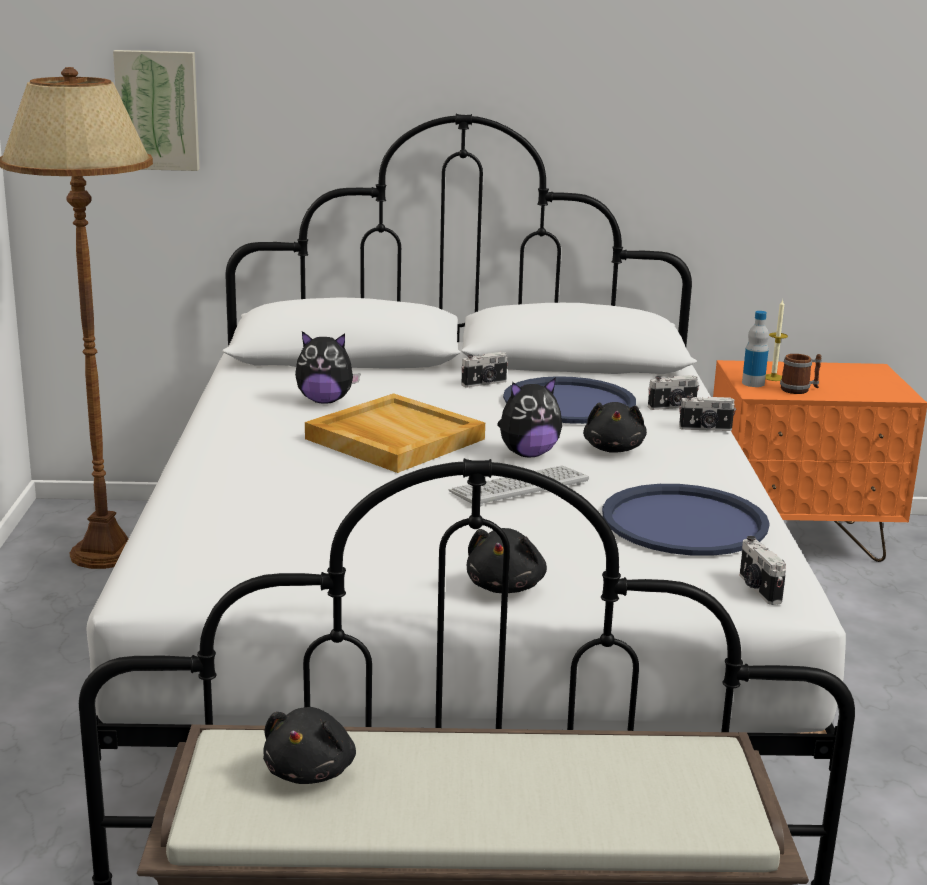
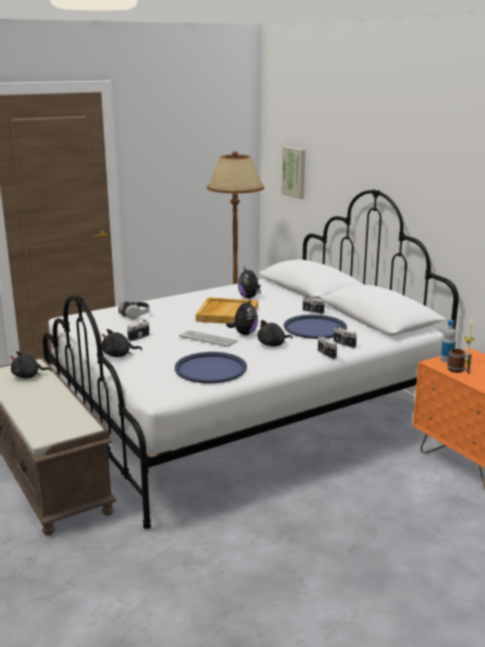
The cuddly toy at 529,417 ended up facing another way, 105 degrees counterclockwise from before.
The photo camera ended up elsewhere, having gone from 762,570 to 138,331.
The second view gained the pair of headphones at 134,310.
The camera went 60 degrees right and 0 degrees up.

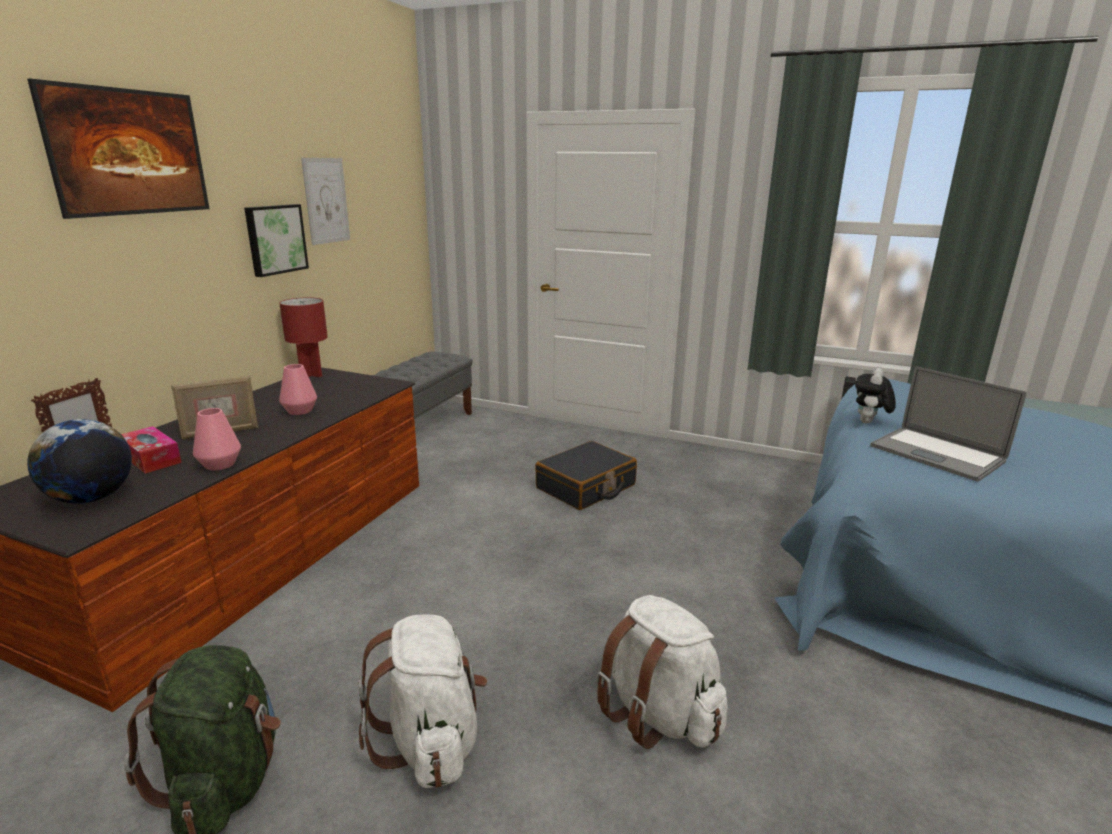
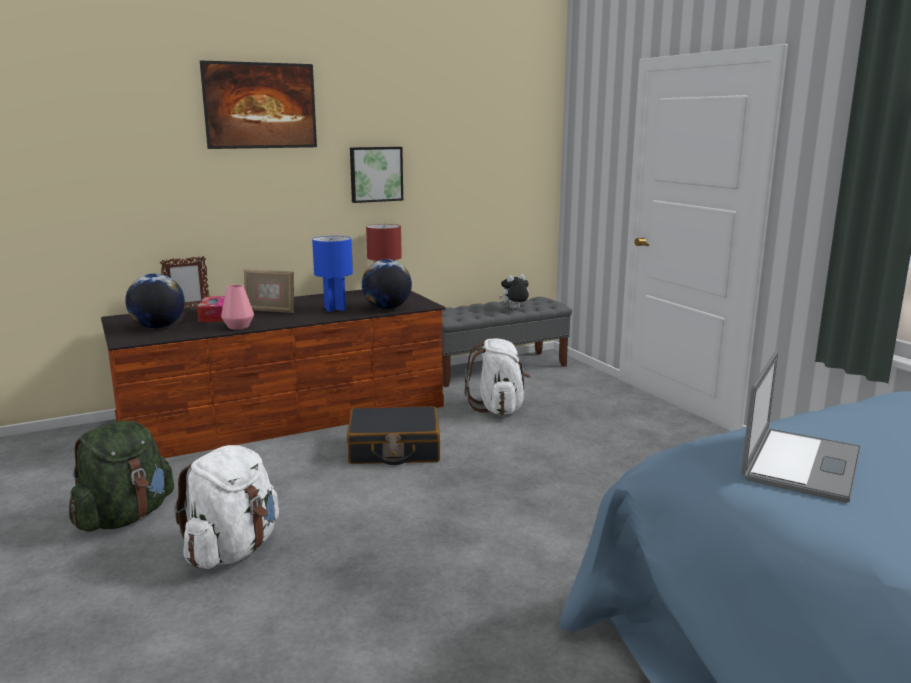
The second view lost the wall picture at 325,201.
Where the pink-coloured vase stood at 298,389, the blue-coloured lamp for a table came to stand at 332,274.
The laptop at 948,424 ended up facing another way, 150 degrees counterclockwise from before.
The cuddly toy ended up elsewhere, having gone from 875,395 to 514,291.
The black-coloured piece of luggage ended up elsewhere, having gone from 586,475 to 393,435.
The whitish backpack ended up elsewhere, having gone from 661,672 to 498,376.
The second view gained the globe at 387,284.
The camera went 40 degrees right and 5 degrees down.

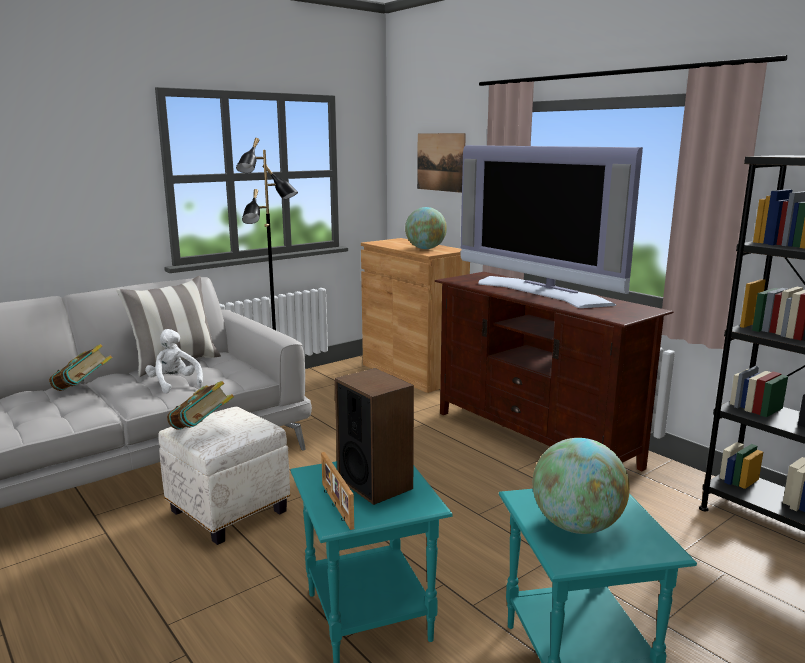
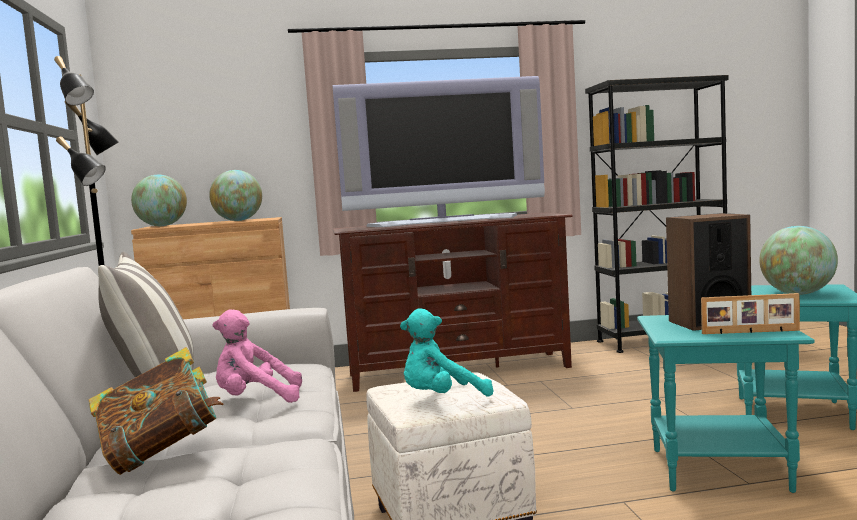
The second view lost the wall picture at 441,163.
What was the whitish cuddly toy at 174,361 turned into the pink-coloured cuddly toy at 257,356.
Where the bound book stood at 200,405, the turquoise cuddly toy came to stand at 446,352.
The second view gained the globe at 159,200.
The camera went 60 degrees left and 10 degrees down.

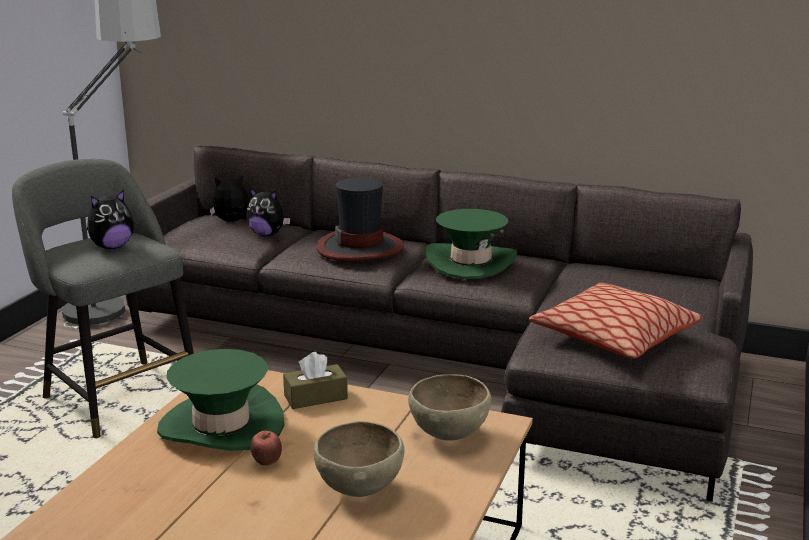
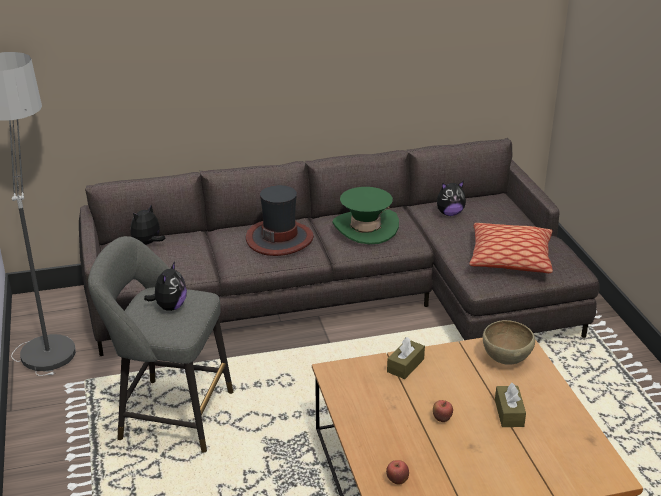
The cuddly toy ended up elsewhere, having gone from 268,212 to 451,198.
The second view lost the greenish hat at 221,400.
Where the brown-coloured deep dish stood at 359,459, the brown-coloured box of tissues came to stand at 510,405.
The second view gained the apple at 397,472.
The camera went 35 degrees left and 10 degrees up.

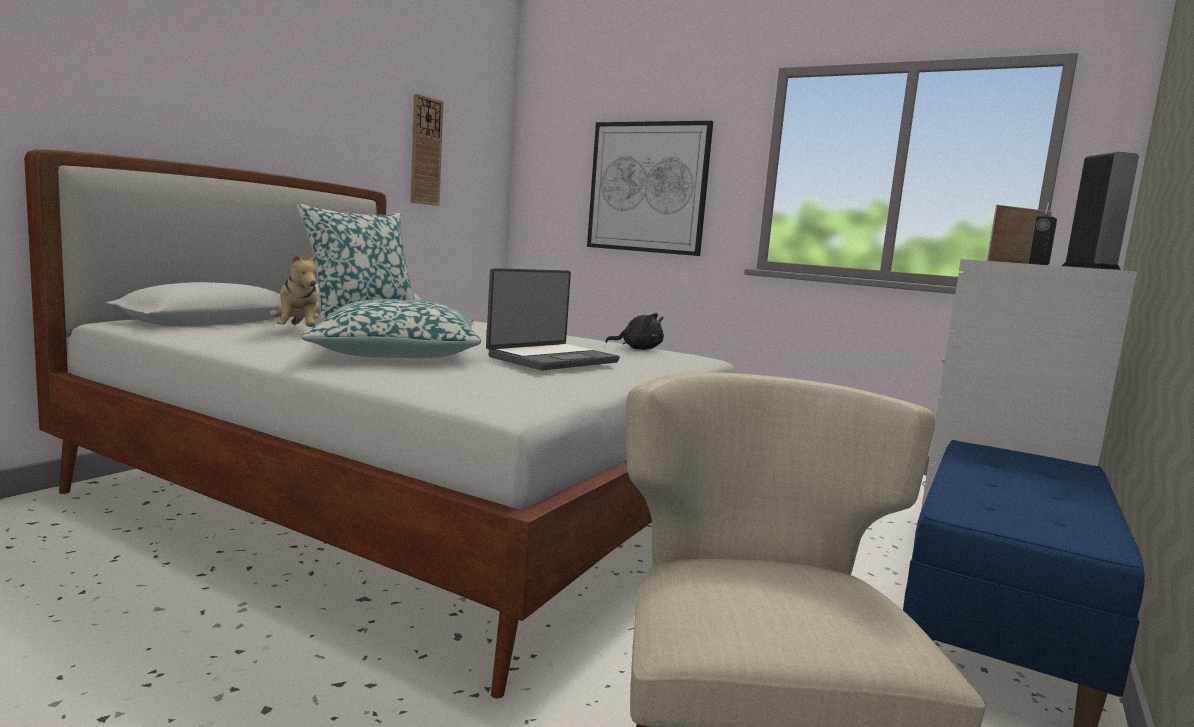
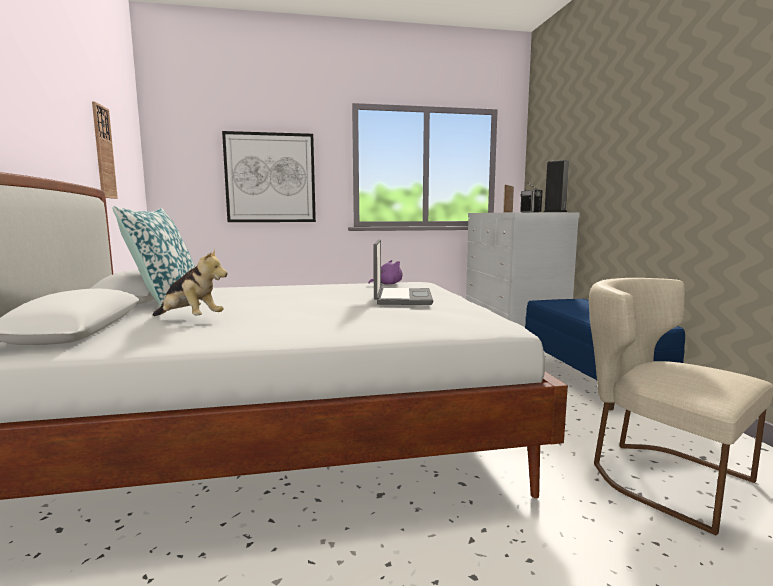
The second view lost the pillow at 391,328.
What was the black-coloured cuddly toy at 634,331 turned into the purple-coloured cuddly toy at 385,272.
The camera went 40 degrees left and 0 degrees up.

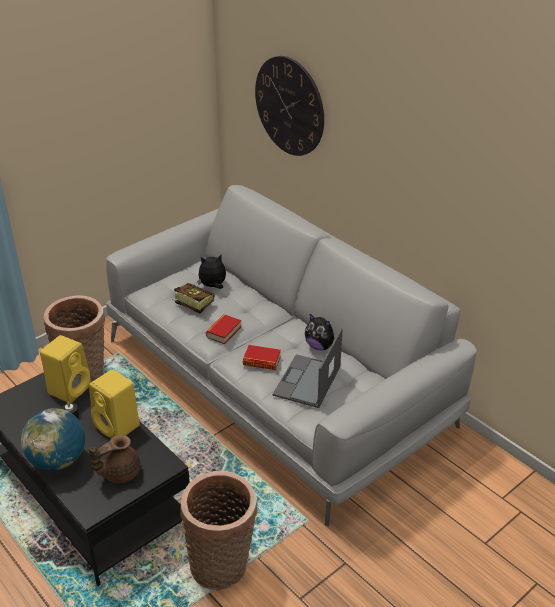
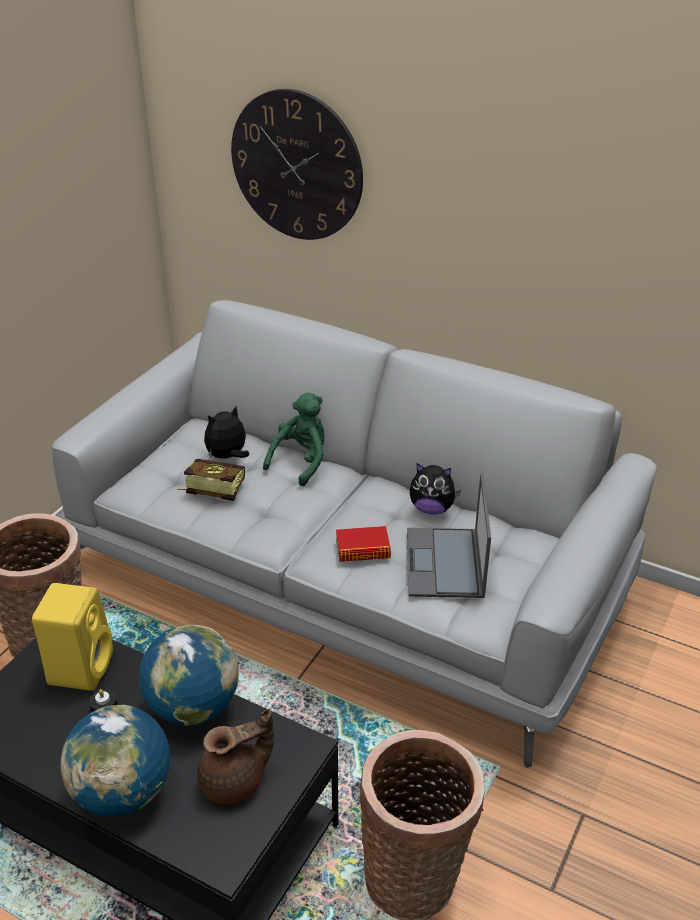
The second view lost the bound book at 223,329.
Where the yellow audio speaker stood at 114,404, the globe came to stand at 189,675.
The brown-coloured tea pot at 114,459 ended up facing another way, 150 degrees counterclockwise from before.
The second view gained the greenish cuddly toy at 293,439.
The camera went 20 degrees left and 0 degrees up.

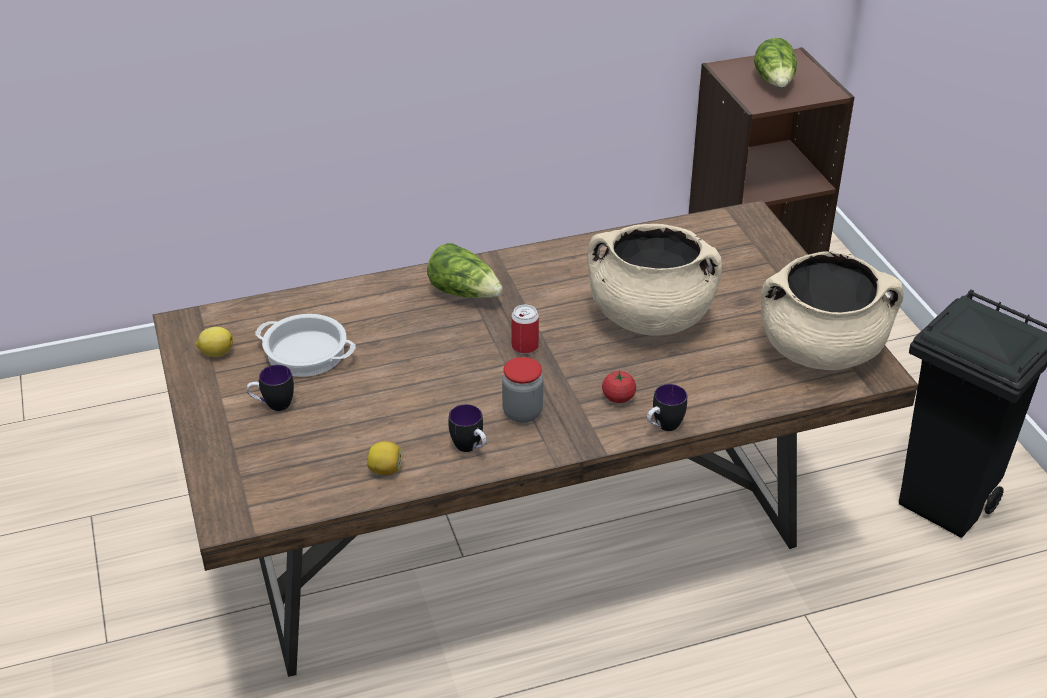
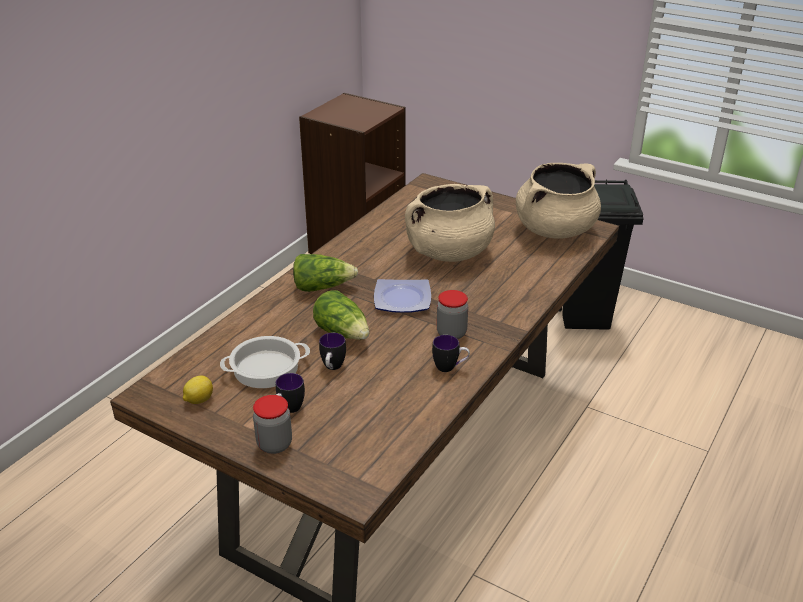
The lettuce ended up elsewhere, having gone from 775,63 to 341,315.
Where the metal can stood at 525,329, the dinner plate came to stand at 402,296.
The second view lost the whole tomato at 619,386.
The mug ended up elsewhere, having gone from 667,407 to 332,351.
The second view lost the lemon at 384,458.
The second view gained the storage jar at 272,424.
The camera went 40 degrees left and 5 degrees down.

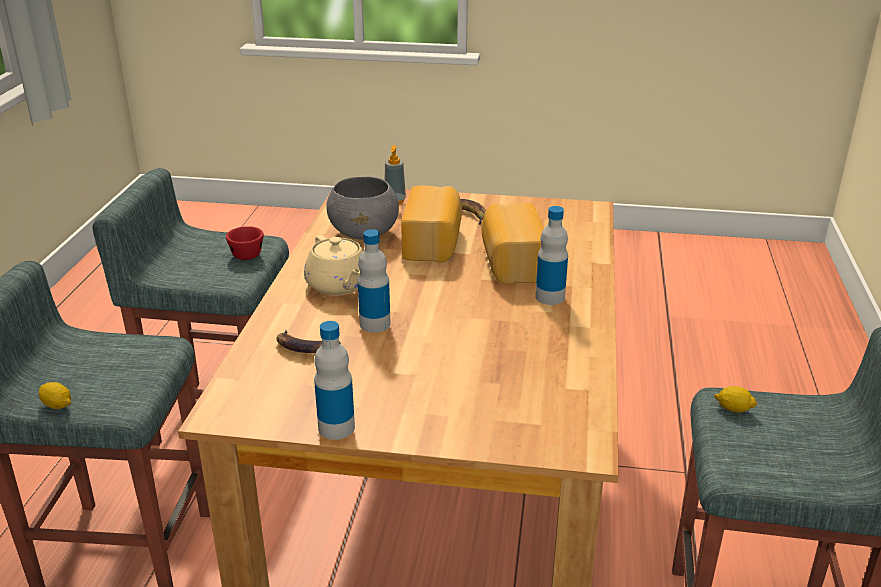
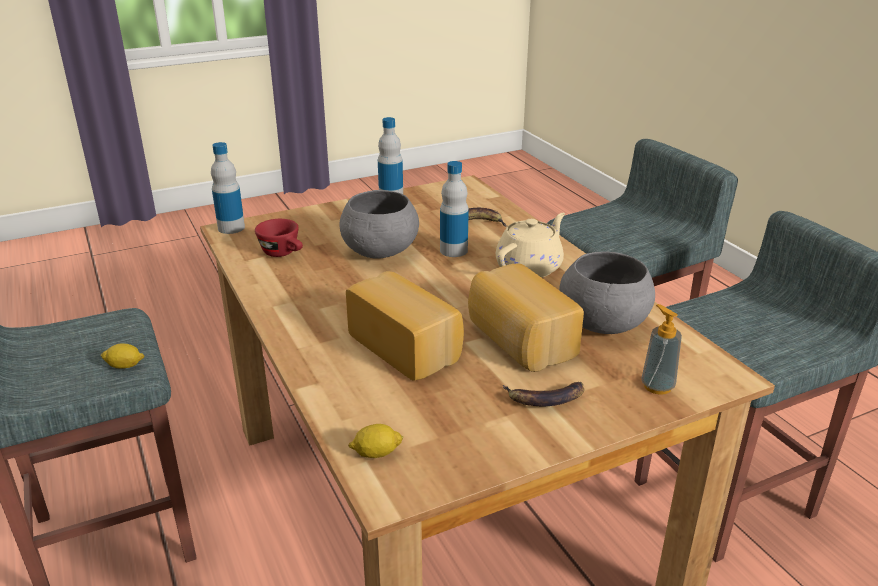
The beverage bottle ended up elsewhere, having gone from 551,255 to 228,188.
The reddish cup ended up elsewhere, having gone from 245,243 to 279,238.
The beige-coloured tea pot at 333,265 ended up facing another way, 105 degrees clockwise from before.
The lemon ended up elsewhere, having gone from 55,395 to 375,441.
The second view gained the greyish deep dish at 379,224.
The camera went 145 degrees right and 0 degrees up.

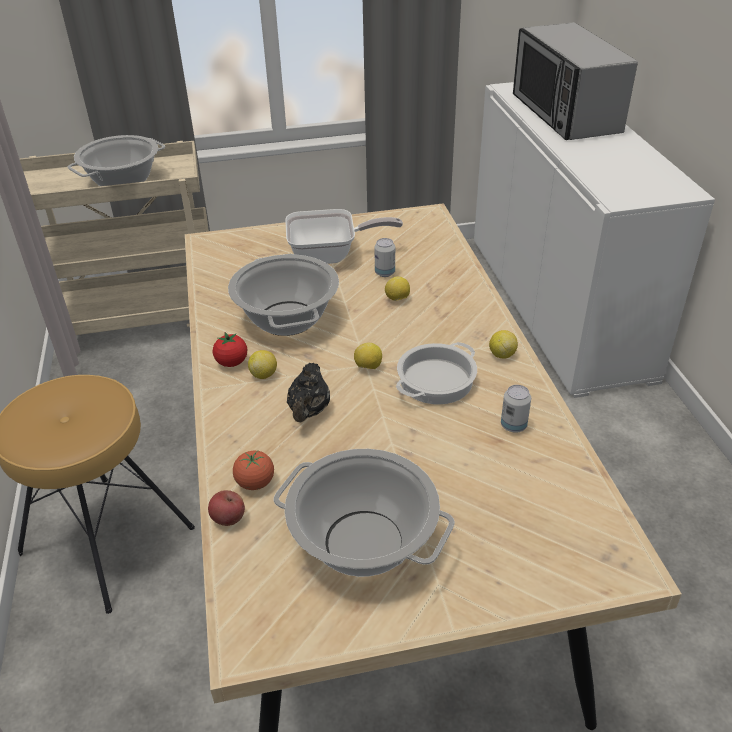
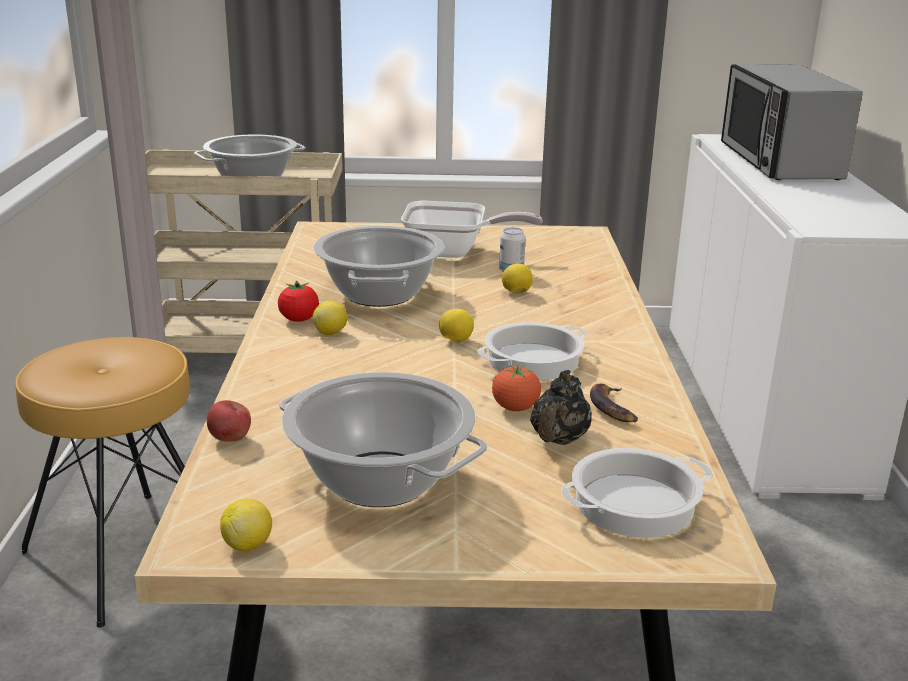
The lemon ended up elsewhere, having gone from 503,344 to 246,525.
The black-coloured tea pot ended up elsewhere, having gone from 308,392 to 561,407.
Where the metal can stood at 516,409, the whole banana came to stand at 614,402.
The whole tomato ended up elsewhere, having gone from 253,470 to 516,388.
The second view gained the saucepot at 637,493.
The camera went 10 degrees right and 15 degrees down.

